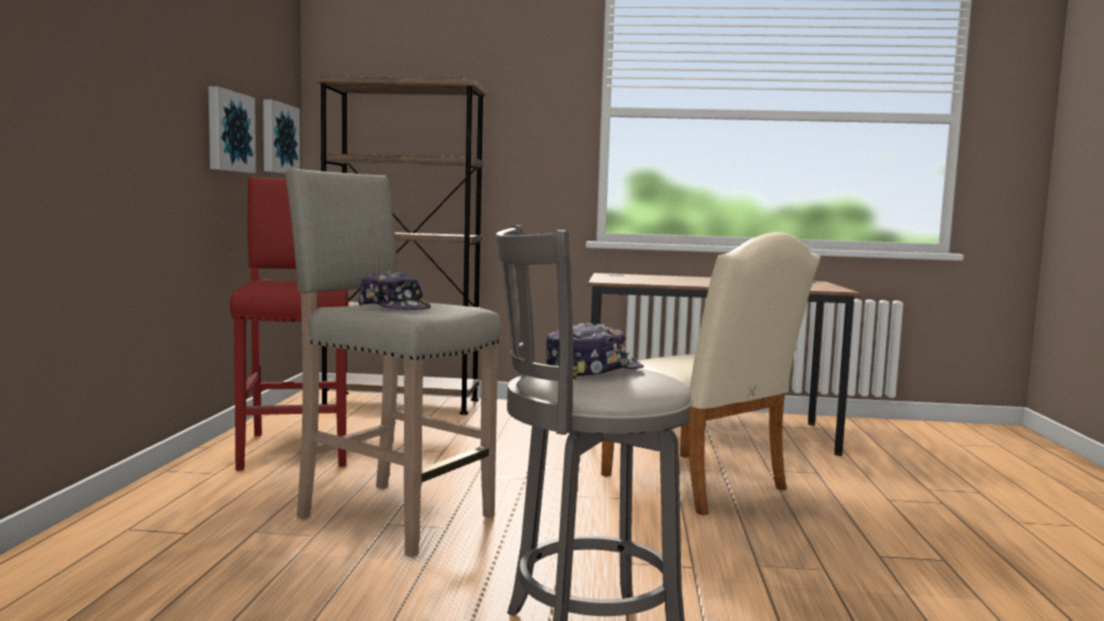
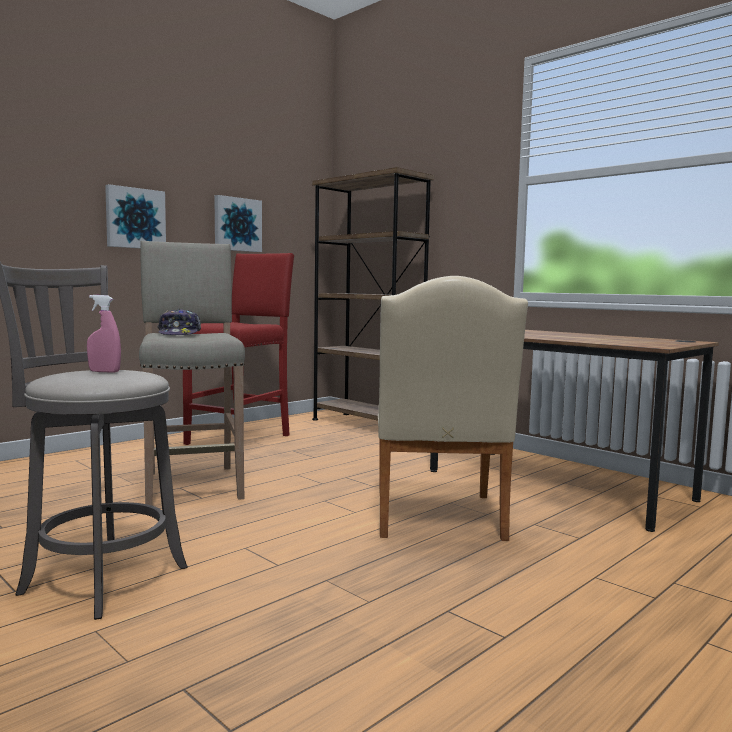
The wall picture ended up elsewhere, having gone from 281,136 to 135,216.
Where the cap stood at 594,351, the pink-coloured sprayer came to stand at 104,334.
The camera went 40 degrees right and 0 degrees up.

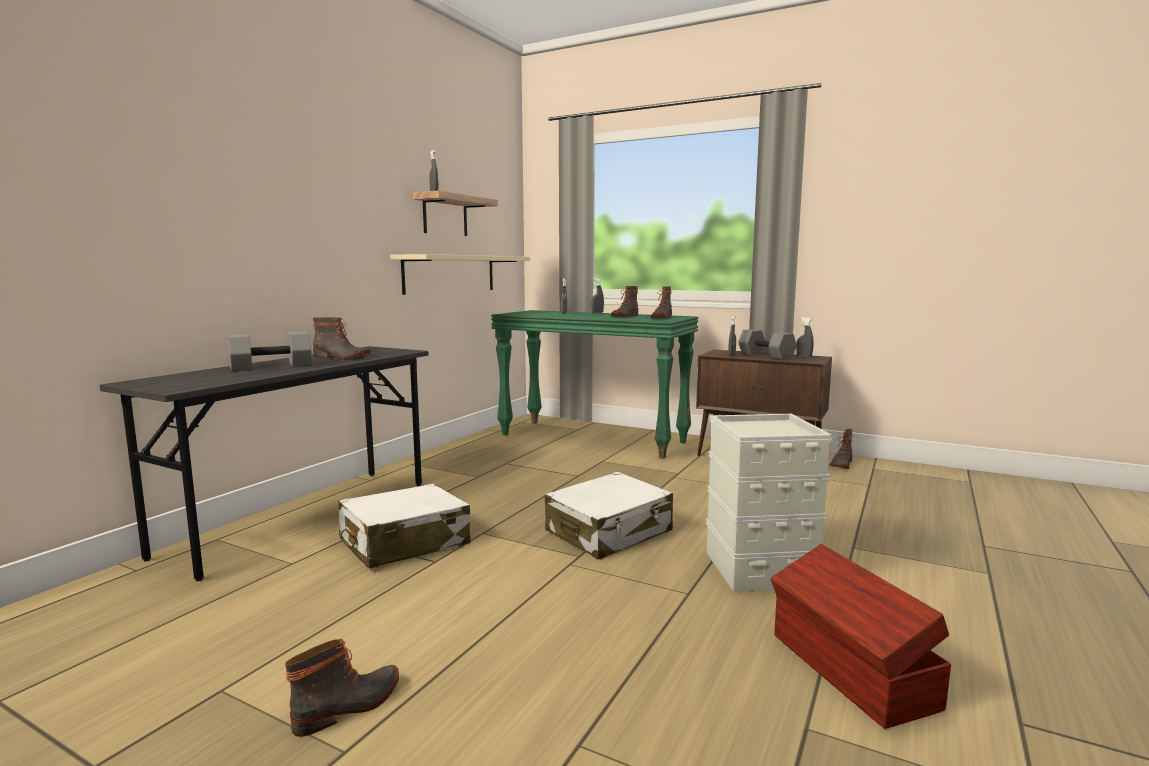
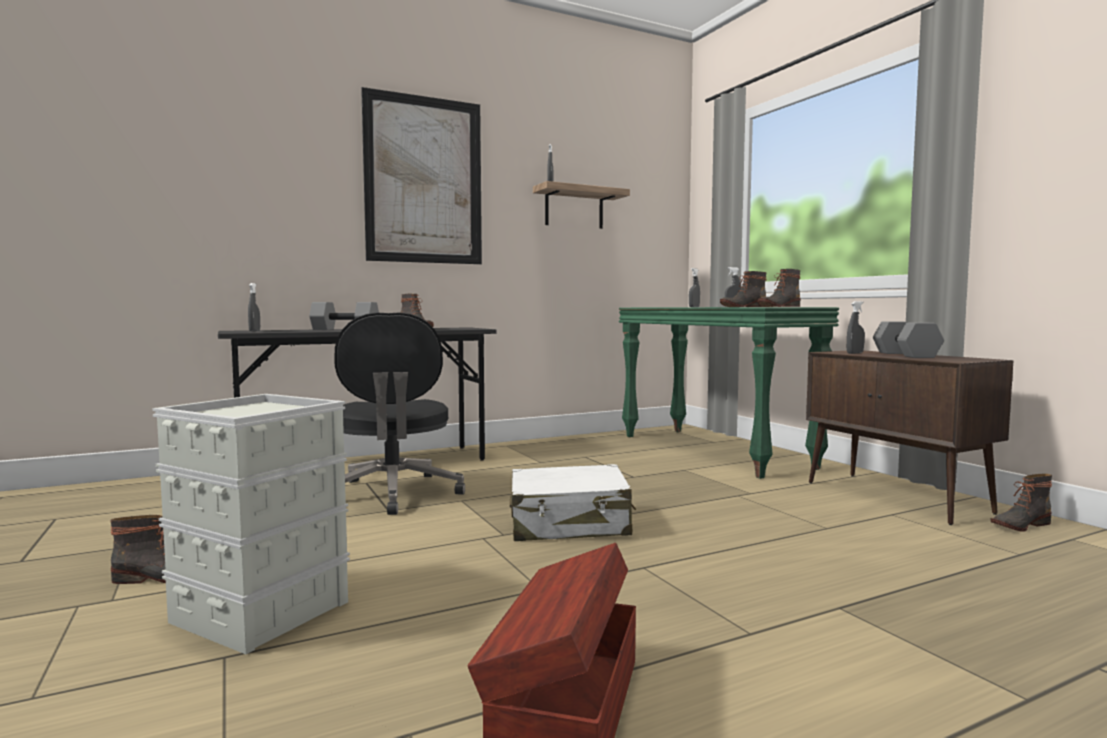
The second view lost the beige-coloured shelf at 460,274.
The greyish sprayer ended up elsewhere, having gone from 805,337 to 254,307.
The greyish storage bin ended up elsewhere, having gone from 769,503 to 251,524.
Where the whitish piece of luggage stood at 404,526, the black-coloured computer chair came to stand at 400,413.
The second view gained the wall picture at 421,175.
The camera went 35 degrees right and 5 degrees down.

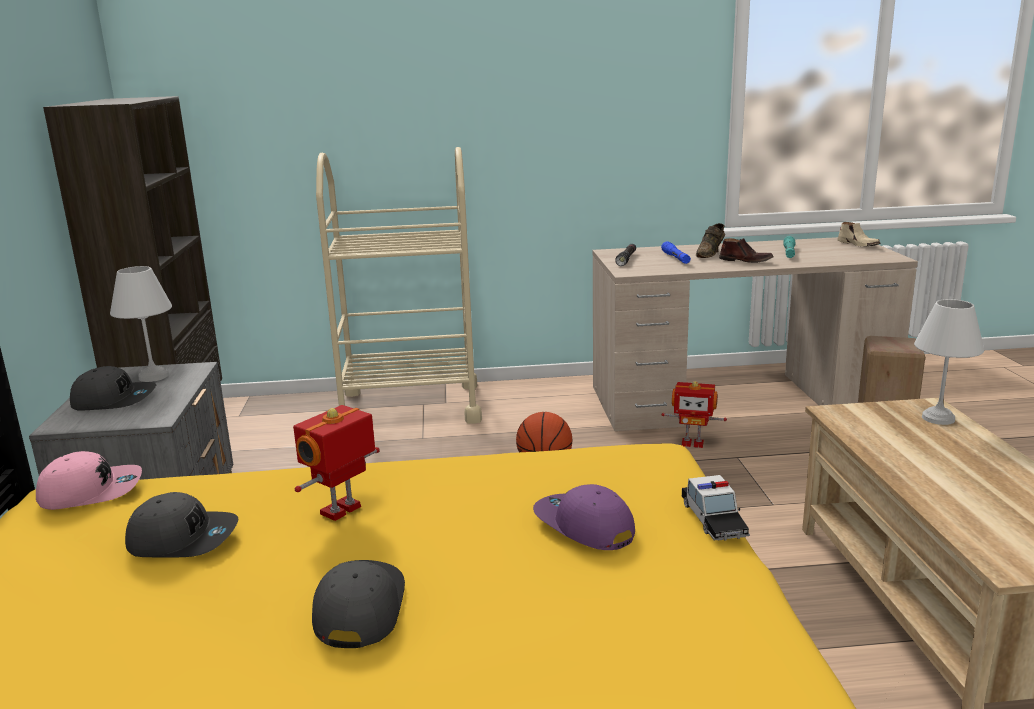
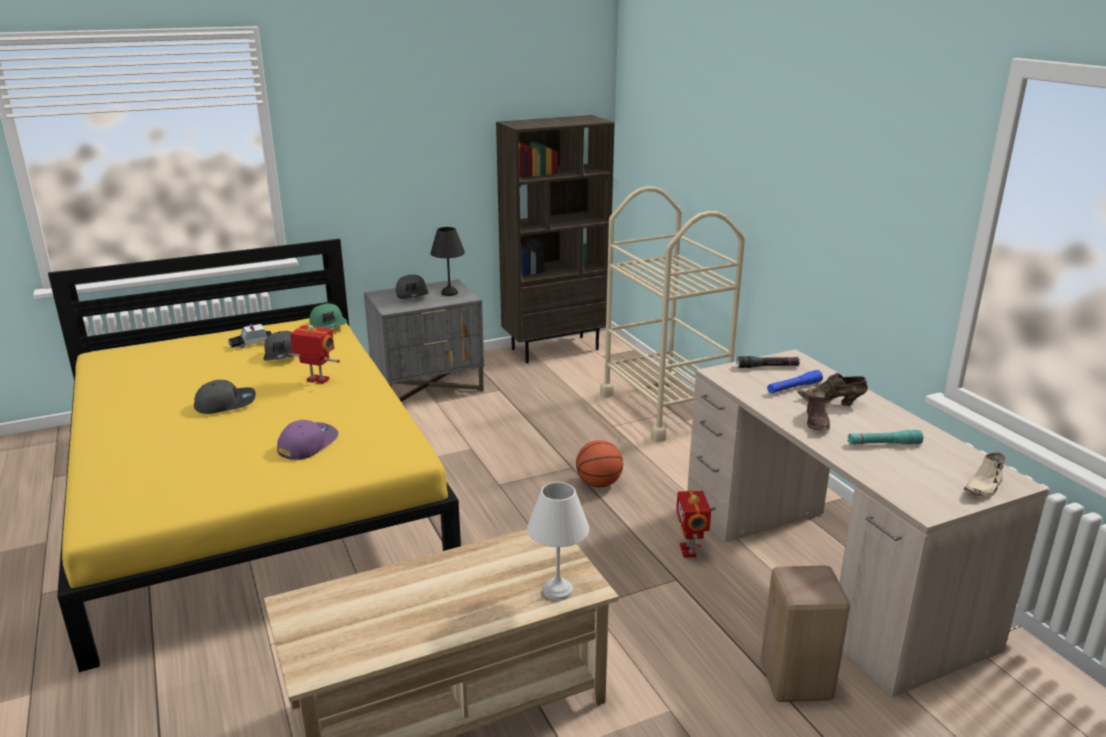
What was the whitish lamp for a table at 141,324 turned into the black-coloured lamp for a table at 447,261.
What was the pink-coloured cap at 89,480 turned into the greenish cap at 328,316.
The toy car ended up elsewhere, having gone from 716,508 to 250,336.
The camera went 70 degrees right and 5 degrees up.

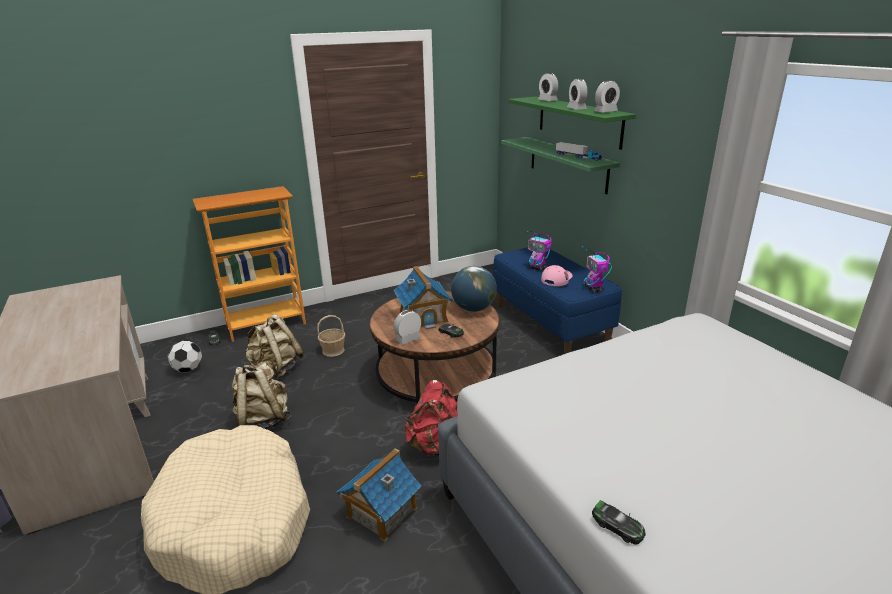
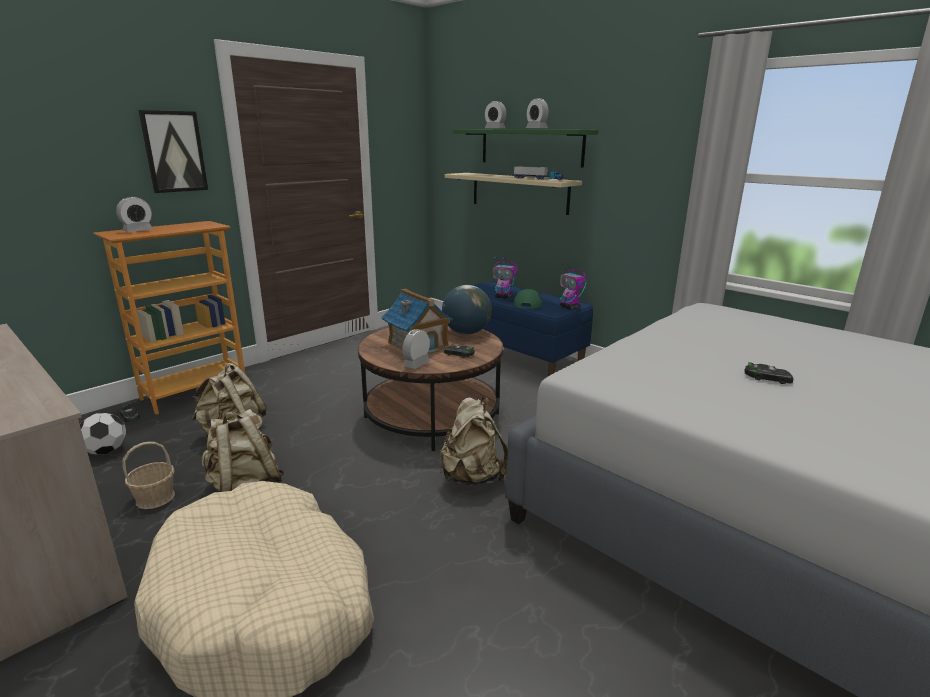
The alarm clock ended up elsewhere, having gone from 607,96 to 134,214.
What was the greenish shelf at 560,165 turned into the beige-coloured shelf at 513,194.
What was the pink-coloured cap at 557,275 turned into the greenish cap at 528,299.
The household basket ended up elsewhere, having gone from 331,336 to 148,475.
What was the reddish backpack at 431,418 turned into the beige-coloured backpack at 474,441.
The second view lost the model house at 379,495.
The toy car ended up elsewhere, having gone from 618,522 to 768,373.
The second view gained the wall picture at 173,151.
The camera went 20 degrees left and 5 degrees down.

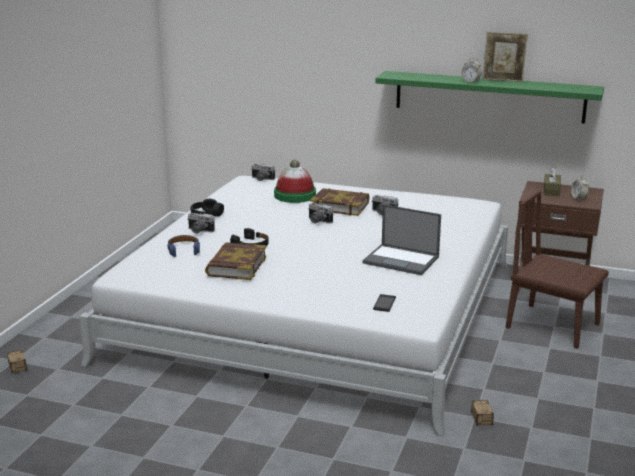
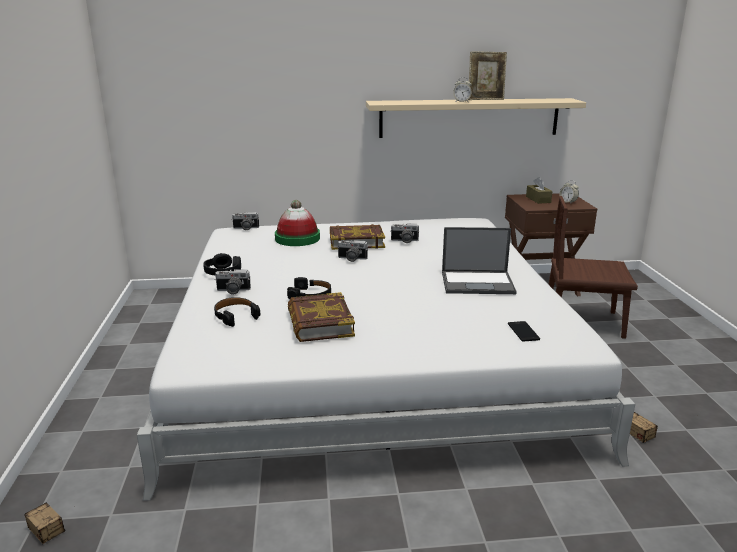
What was the greenish shelf at 490,97 turned into the beige-coloured shelf at 476,118.
What was the blue-coloured pair of headphones at 183,246 turned into the black-coloured pair of headphones at 237,312.
The camera went 25 degrees left and 0 degrees up.

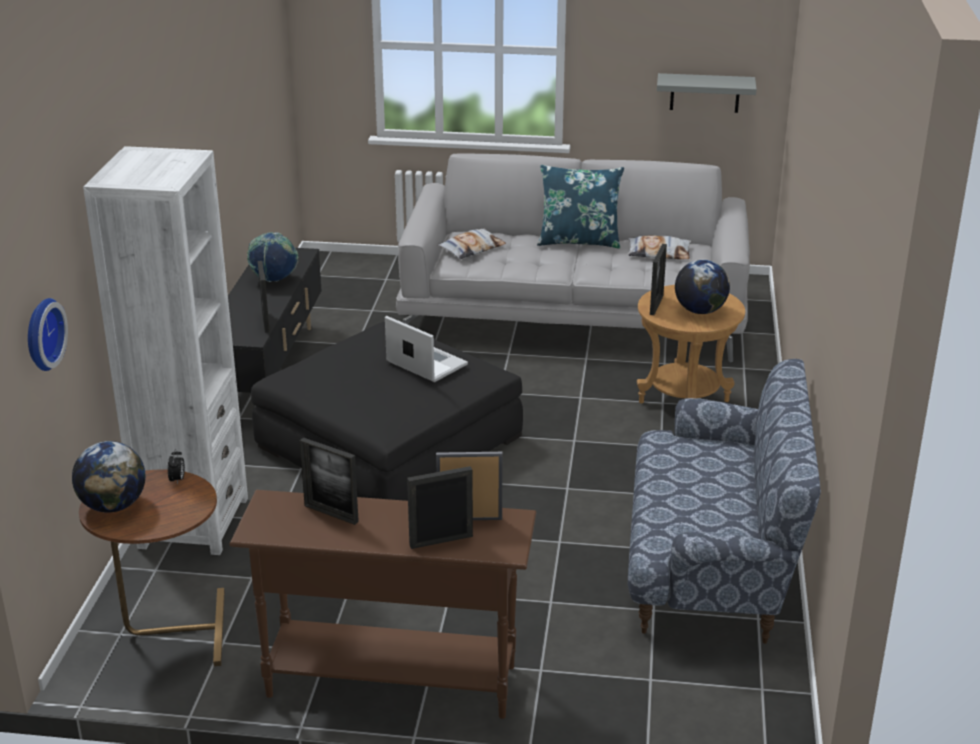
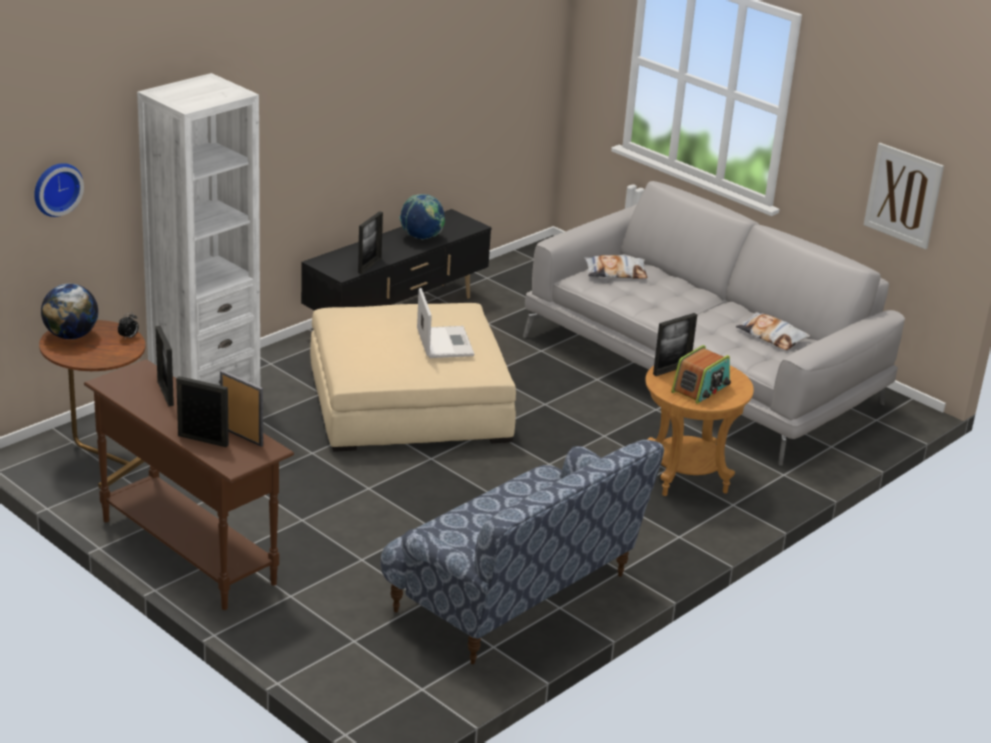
Where the greyish shelf hung at 707,93, the wall picture came to hang at 904,196.
The second view lost the blue-coloured pillow at 580,207.
Where the globe stood at 702,287, the radio came to stand at 701,374.
What was the black-coloured pouffe at 387,411 turned into the beige-coloured pouffe at 413,377.
The camera went 35 degrees right and 0 degrees up.

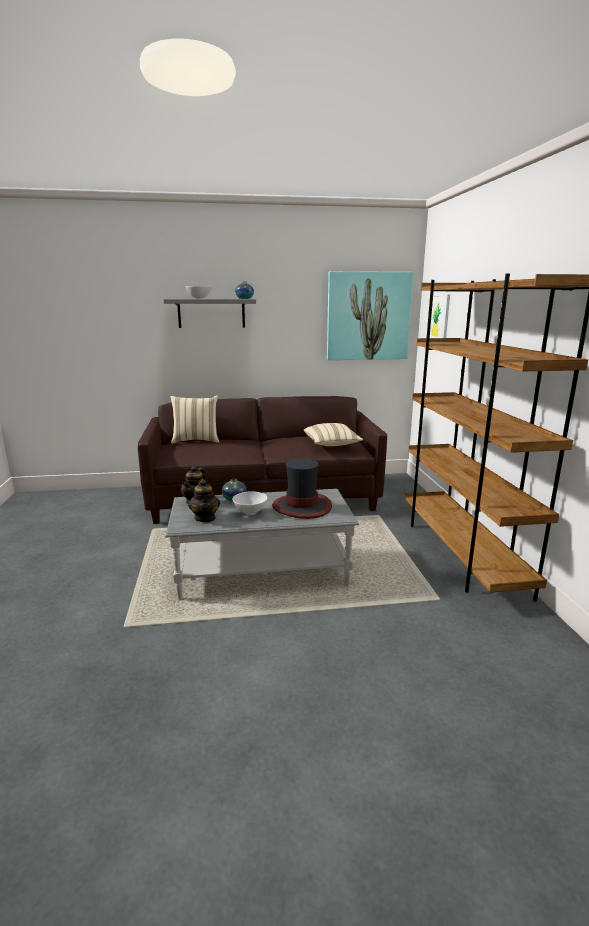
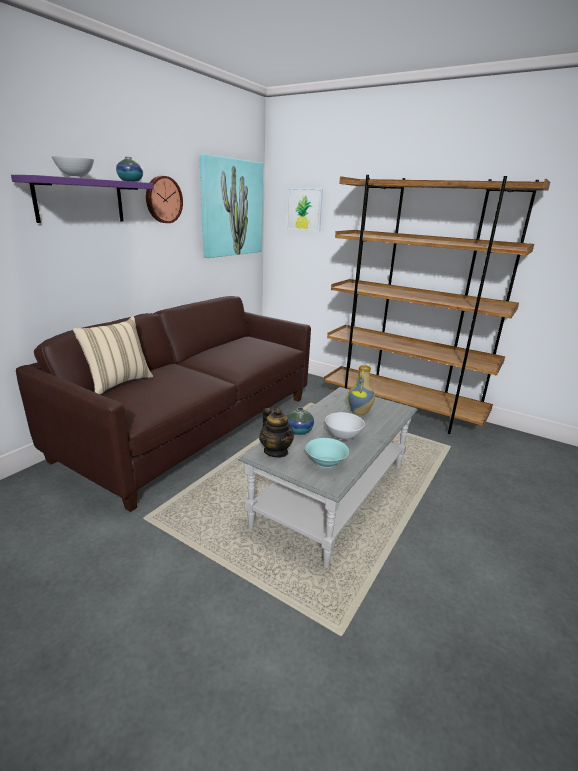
What was the greyish shelf at 209,313 turned into the purple-coloured shelf at 82,199.
The second view lost the beige-coloured pillow at 333,434.
Where the hat stood at 302,489, the vase came to stand at 361,389.
Where the tea pot stood at 204,500, the turquoise deep dish came to stand at 327,453.
The second view gained the clock on the wall at 164,199.
The camera went 50 degrees left and 5 degrees up.

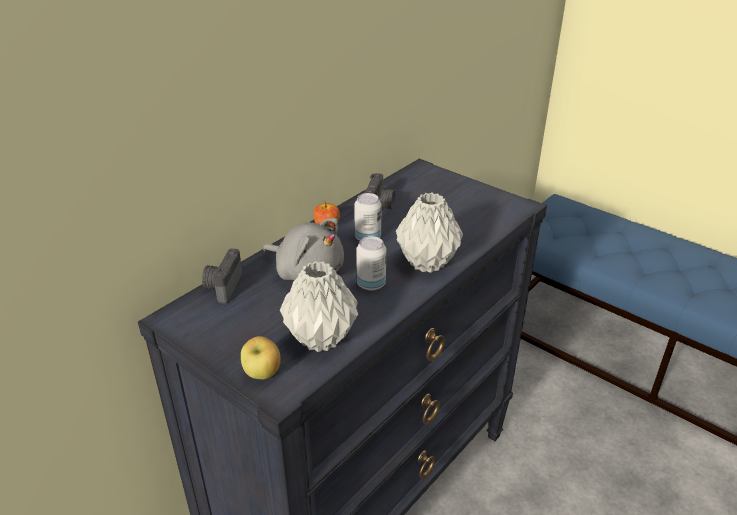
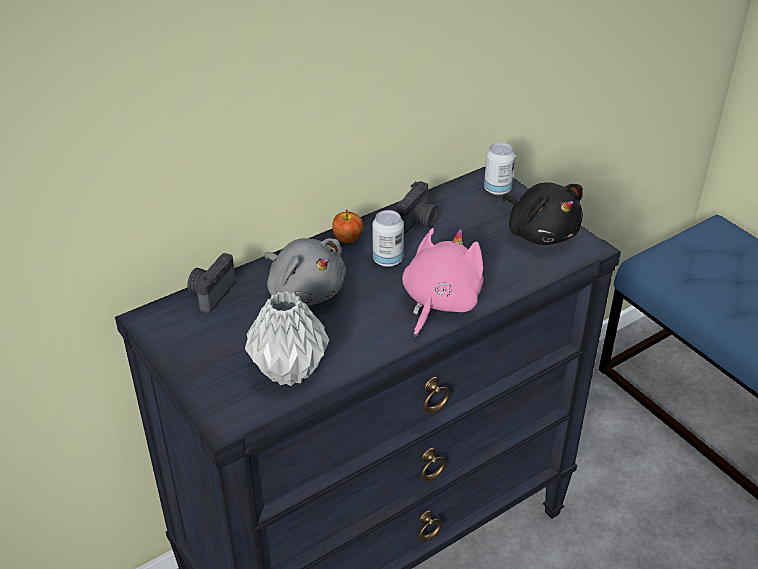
Where the greyish vase stood at 429,233, the pink-coloured cuddly toy came to stand at 442,282.
The metal can ended up elsewhere, having gone from 371,263 to 499,168.
The second view lost the apple at 261,357.
The second view gained the black-coloured cuddly toy at 542,213.
The camera went 15 degrees right and 5 degrees up.

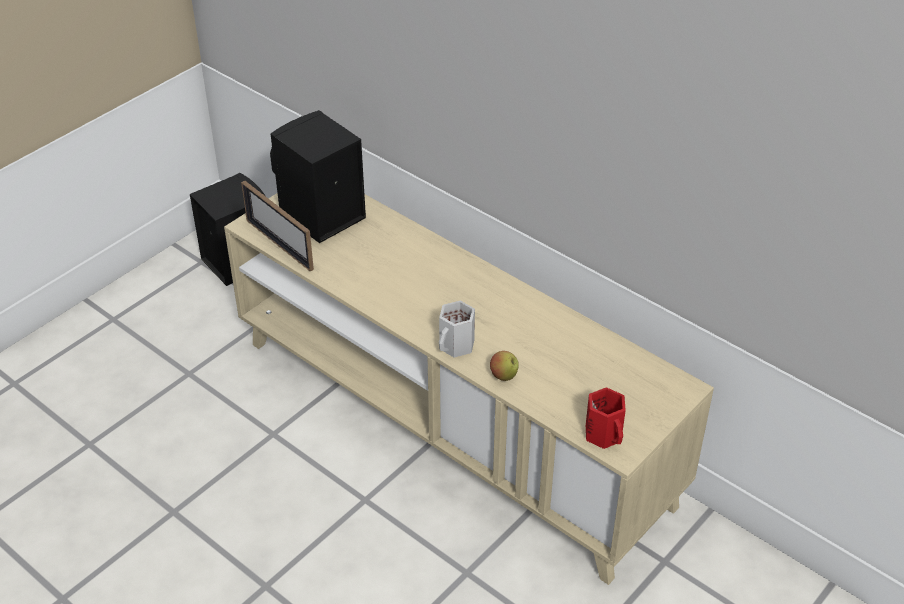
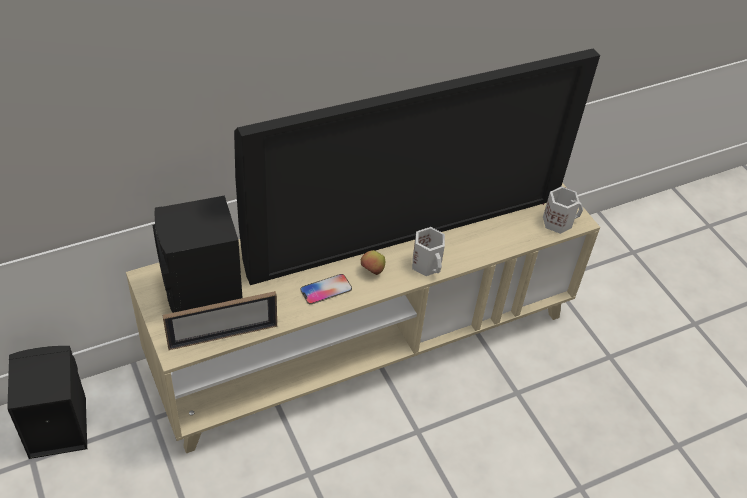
The apple ended up elsewhere, having gone from 504,366 to 373,262.
What was the reddish mug at 606,418 turned into the whitish mug at 563,210.
The second view gained the television at 417,166.
The second view gained the handset at 326,289.
The camera went 70 degrees left and 5 degrees up.

